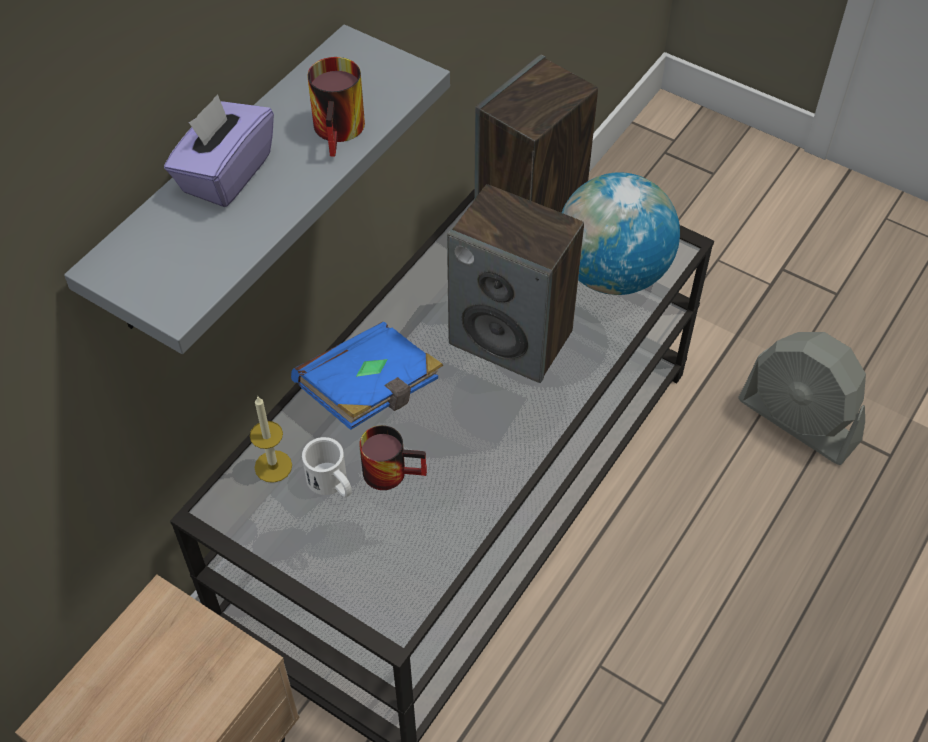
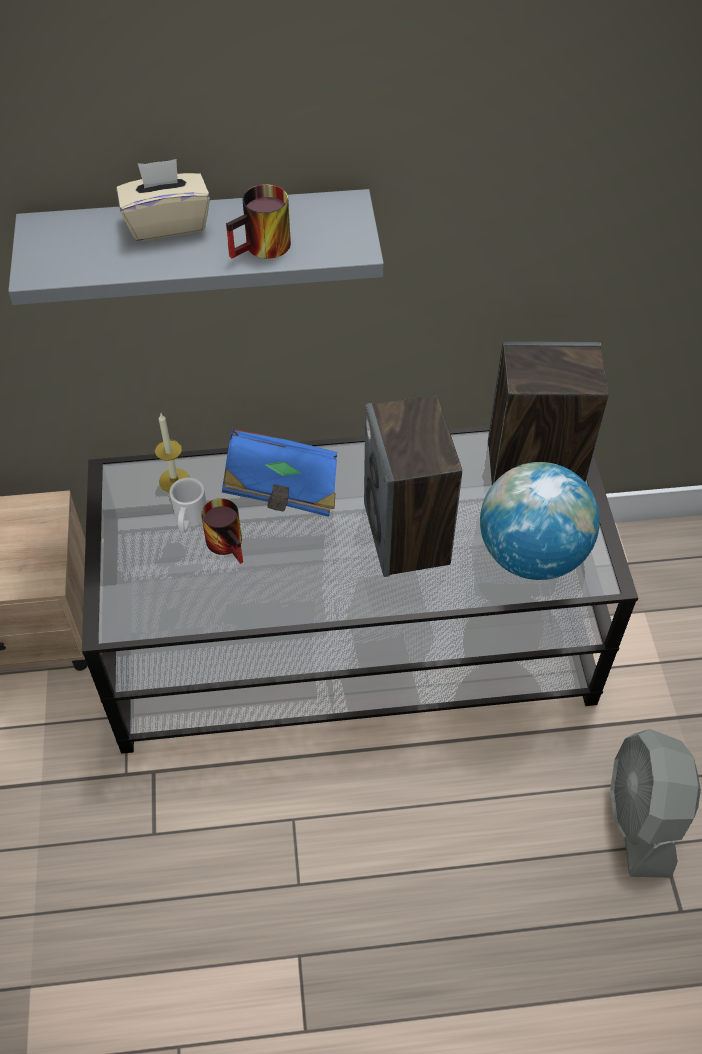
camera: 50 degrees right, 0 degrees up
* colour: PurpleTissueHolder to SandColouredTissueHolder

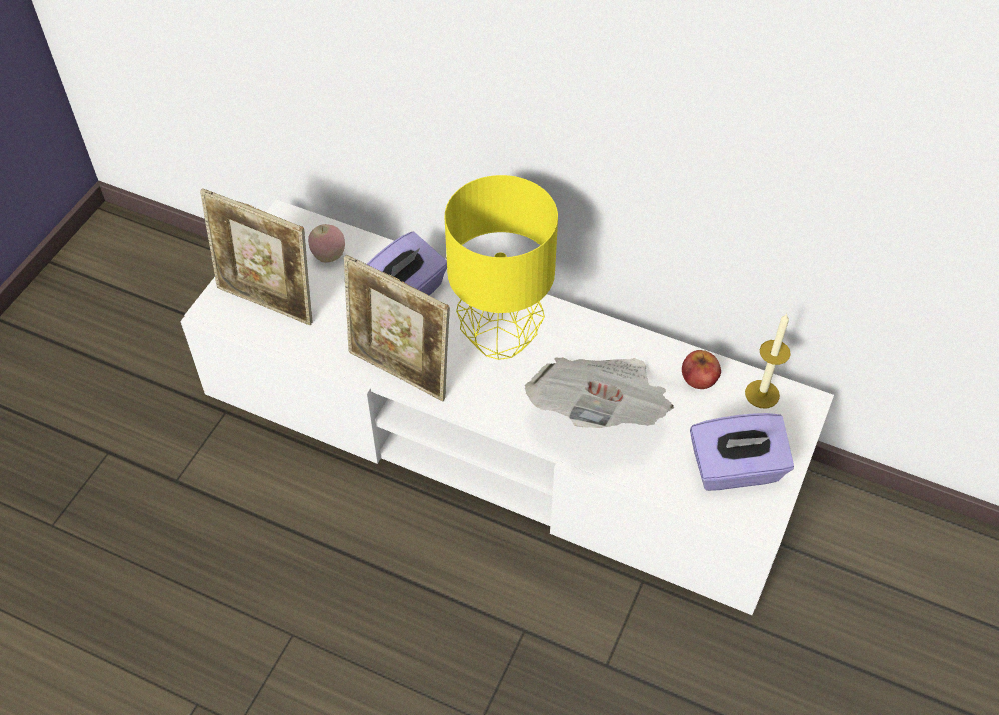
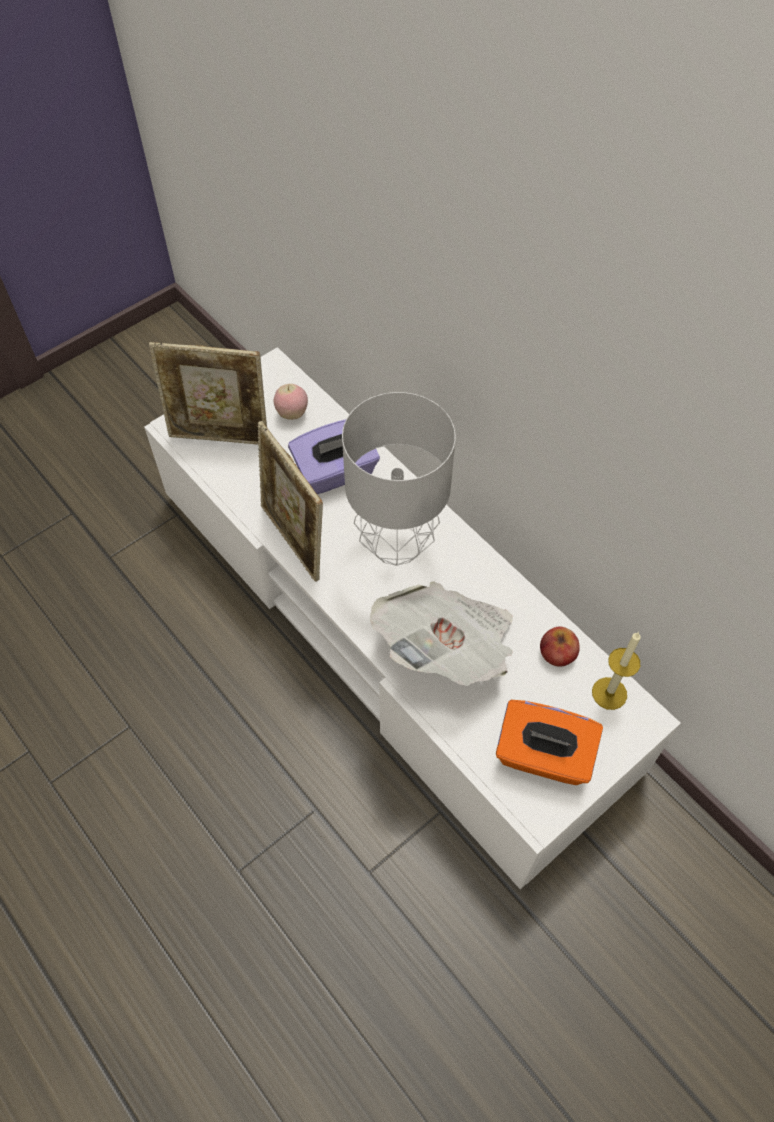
camera: 25 degrees right, 5 degrees up
* colour: YellowTabletopLamp to GrayTabletopLamp
* colour: PurpleTissueHolder (no. 2 from left) to OrangeTissueHolder
* spun: StandingFrame (no. 1 from left) 45 degrees counterclockwise

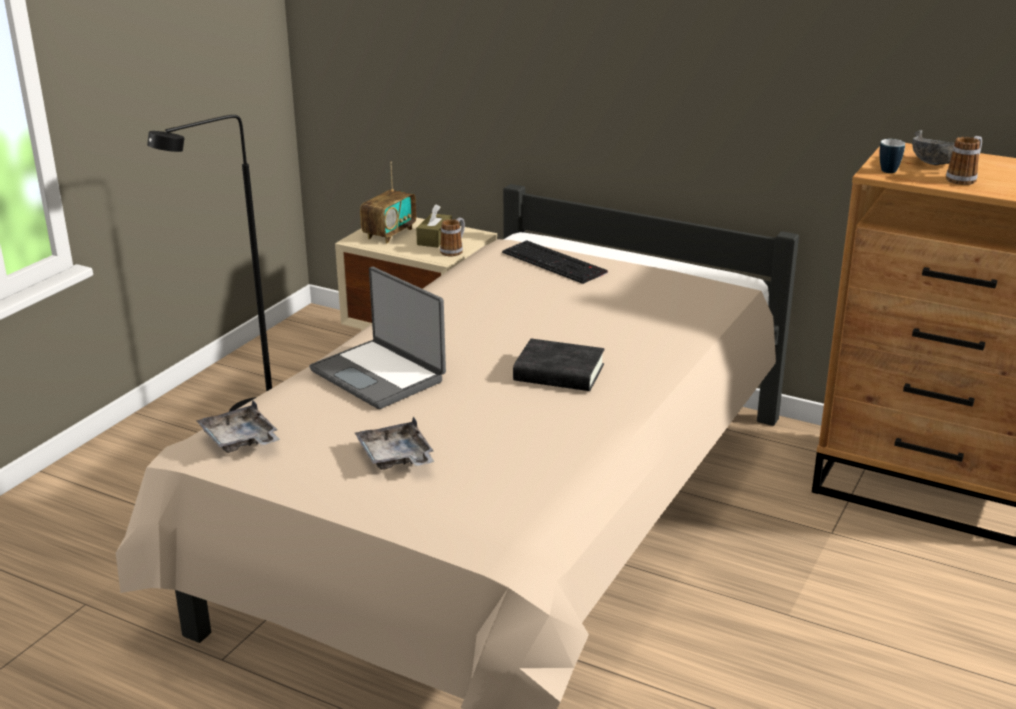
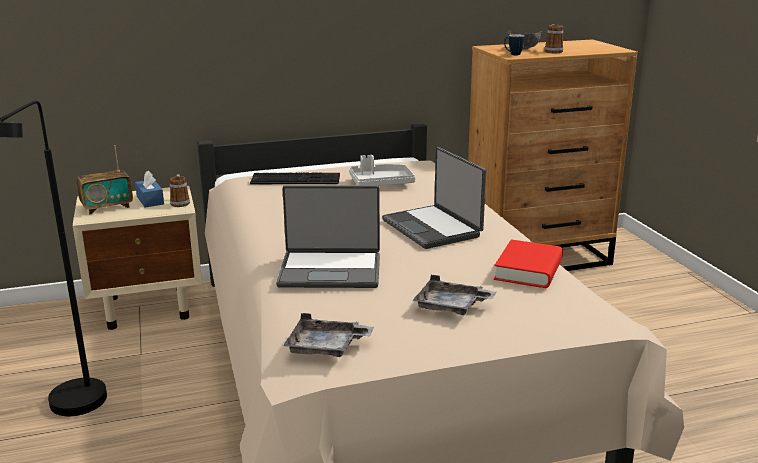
camera: 45 degrees left, 5 degrees down
* appeared: GrayServingTray (no. 2 from left)
* appeared: RedColouredVolume
* exchanged: BlackishVolume to PortableComputer (no. 2 from left)
* colour: BrownTissueHolder to BluishTissueHolder
* spun: RadioSet 75 degrees clockwise

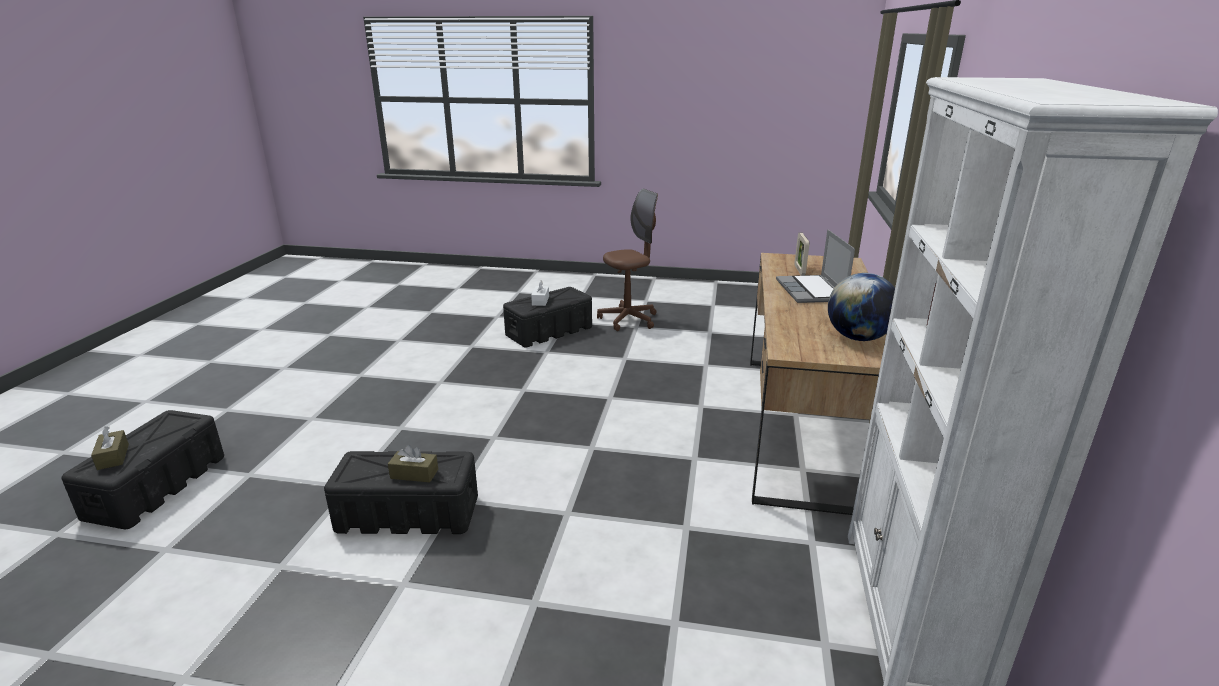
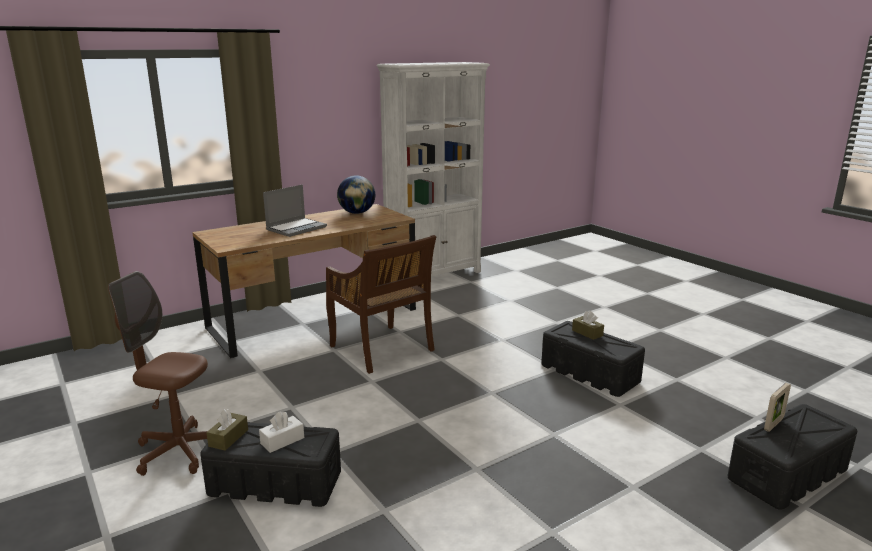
camera: 135 degrees left, 5 degrees down
* appeared: BrownUprightChair
* relocated: BrownTissueHolder (no. 1 from left)
* relocated: StandingFrame

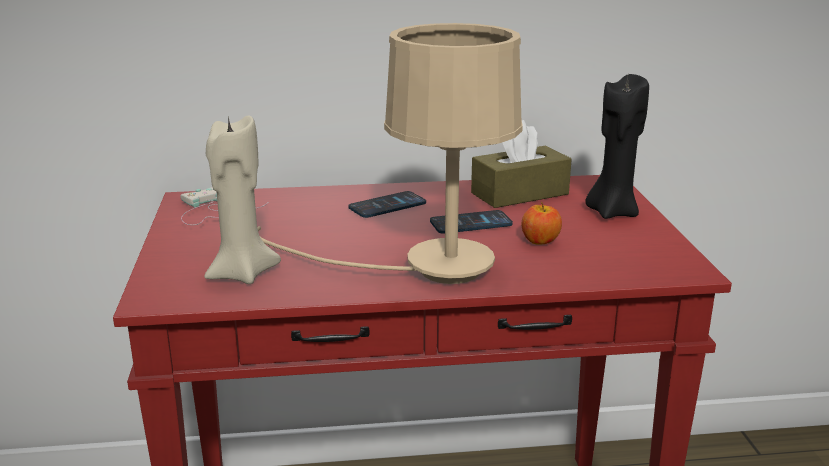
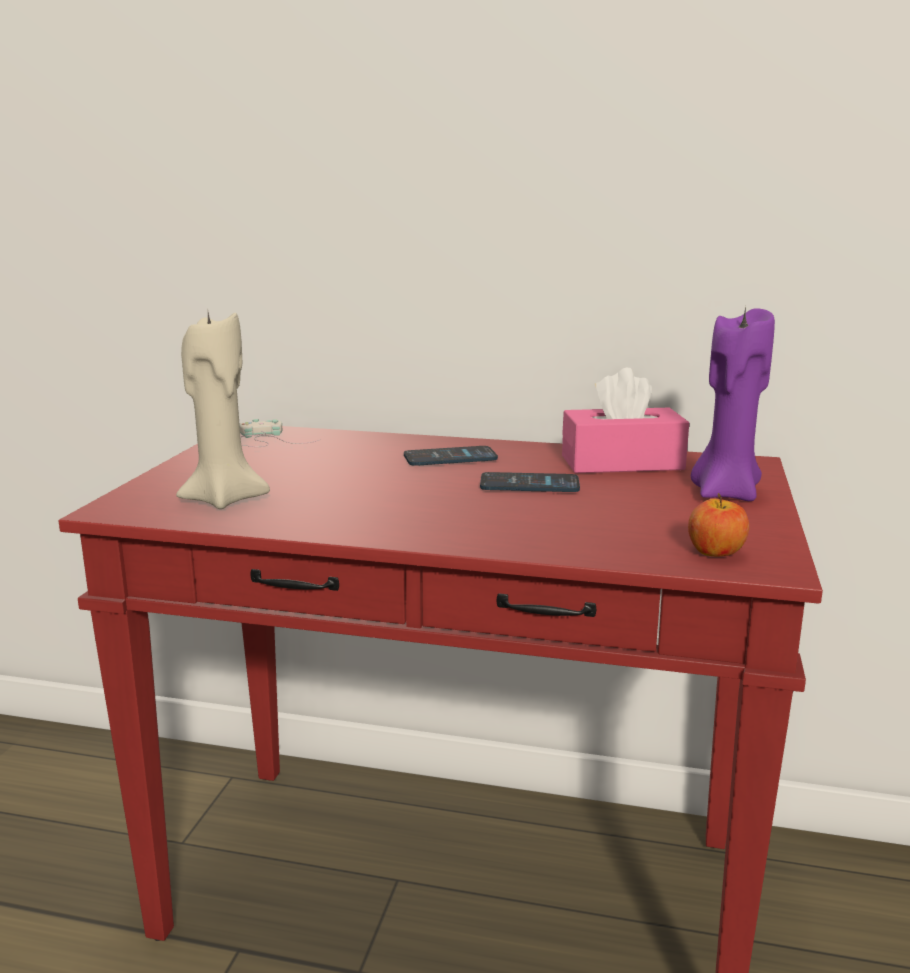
camera: 20 degrees right, 5 degrees down
* missing: SandColouredTabletopLamp
* relocated: Apple
* colour: BrownTissueHolder to PinkishTissueHolder
* colour: BlackishCandle to PurpleCandle

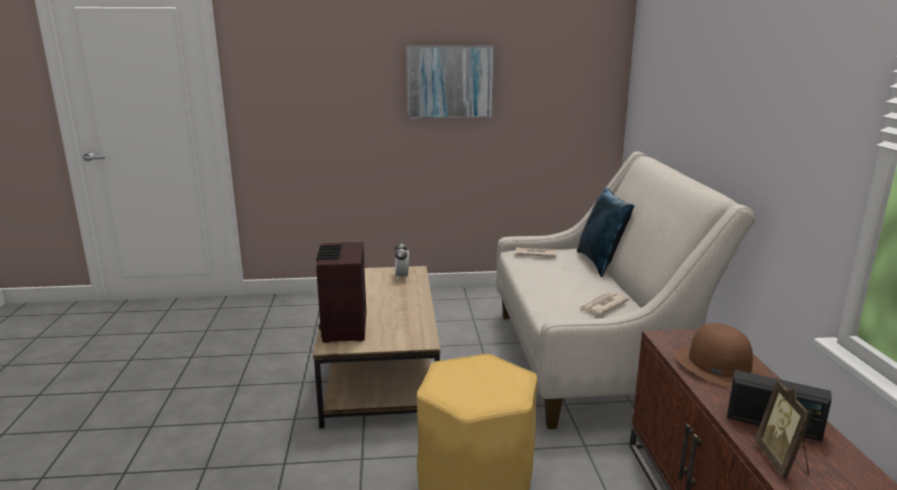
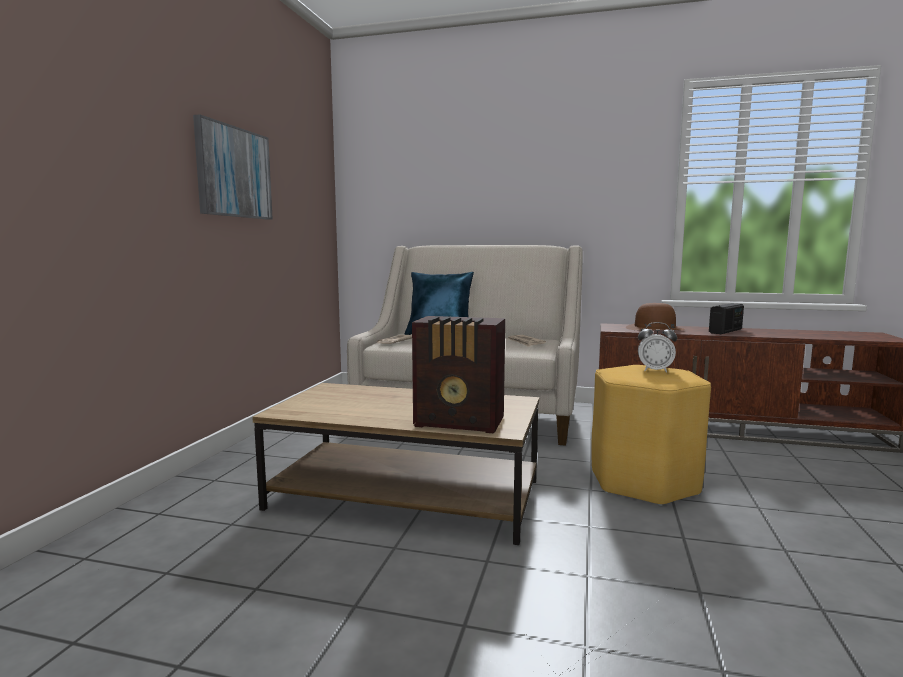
camera: 70 degrees left, 10 degrees down
* missing: StandingFrame
* relocated: TableClock

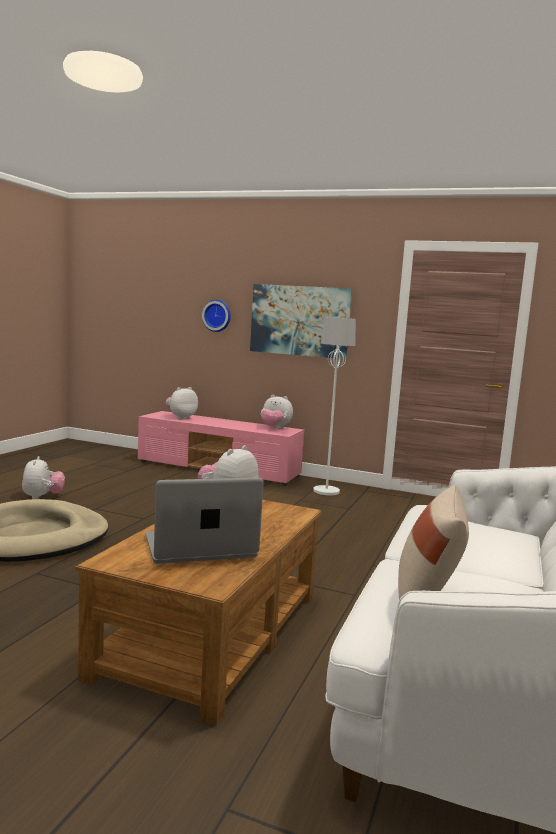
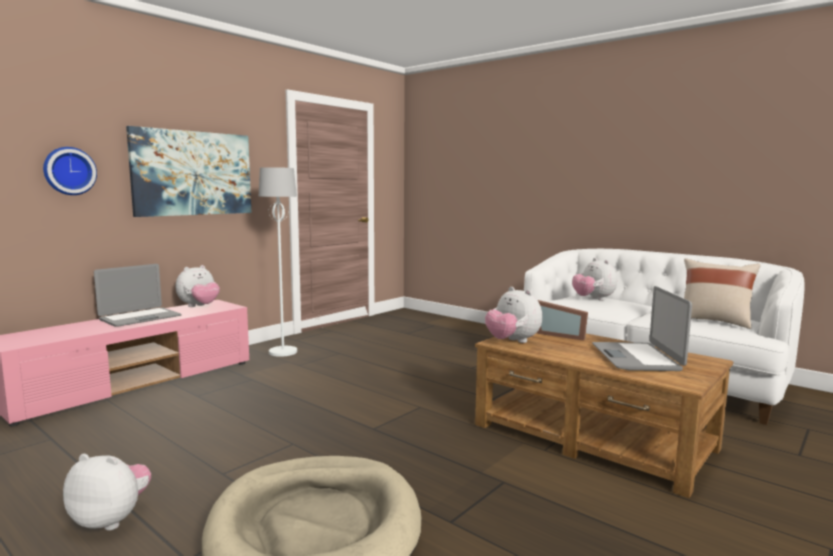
camera: 70 degrees left, 0 degrees up
* appeared: PortableComputer (no. 1 from left)
* appeared: StandingFrame
* relocated: CuddlyToy (no. 2 from left in the first image) to CuddlyToy (no. 4 from left)

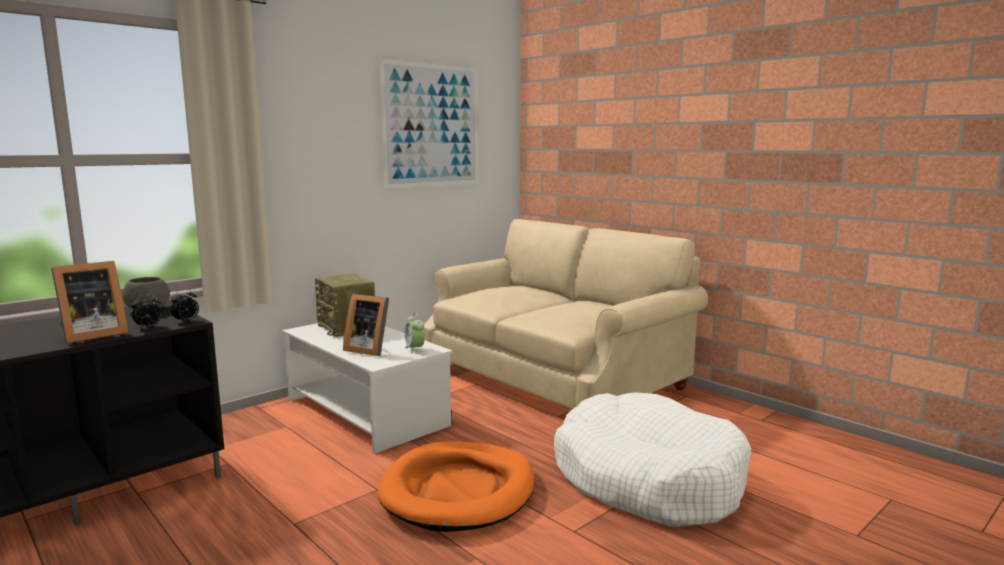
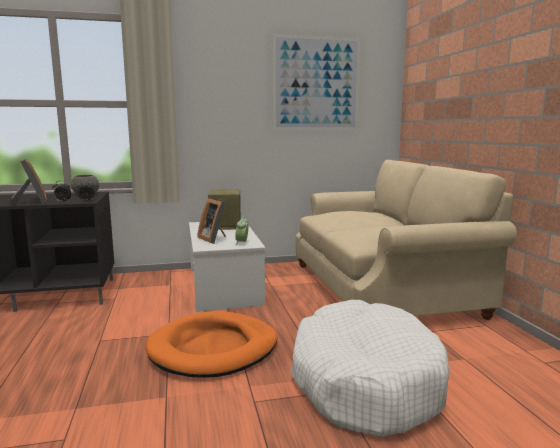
camera: 30 degrees right, 0 degrees up
* spun: StandingFrame (no. 1 from left) 105 degrees counterclockwise

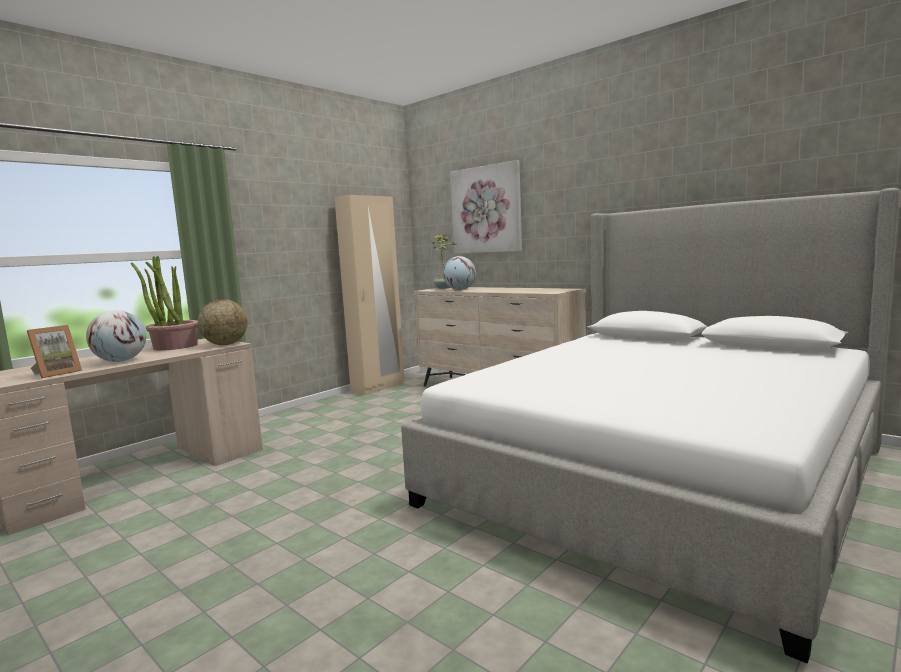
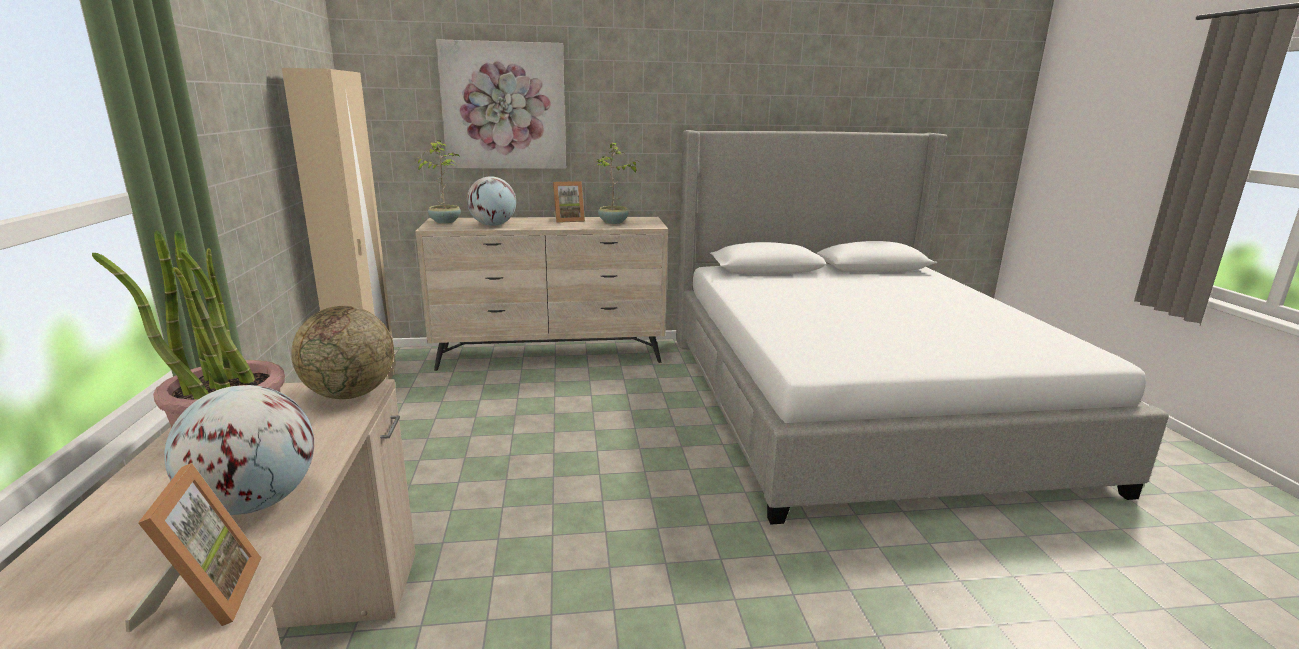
camera: 50 degrees left, 10 degrees up
* appeared: StandingFrame (no. 2 from left)
* appeared: PlantInAPot (no. 3 from left)

